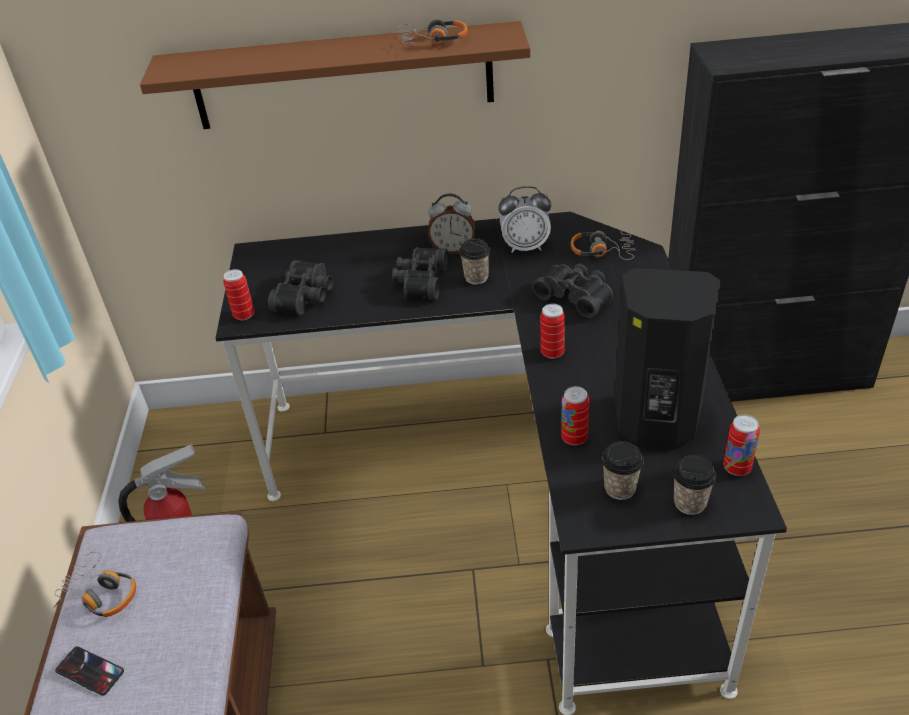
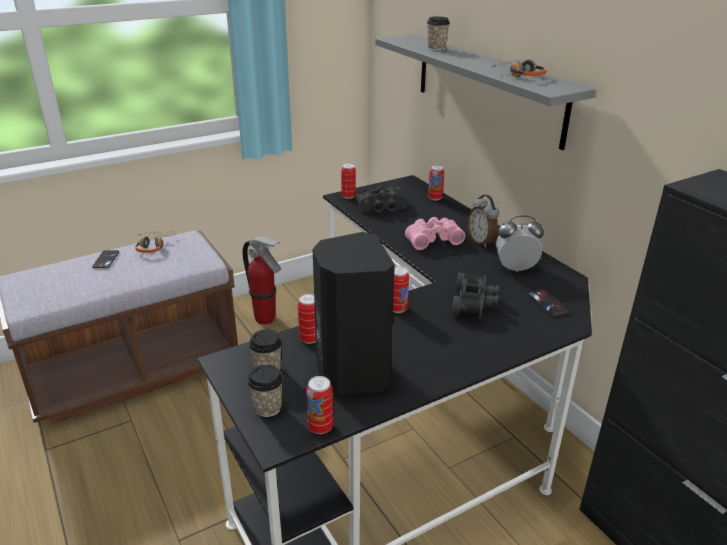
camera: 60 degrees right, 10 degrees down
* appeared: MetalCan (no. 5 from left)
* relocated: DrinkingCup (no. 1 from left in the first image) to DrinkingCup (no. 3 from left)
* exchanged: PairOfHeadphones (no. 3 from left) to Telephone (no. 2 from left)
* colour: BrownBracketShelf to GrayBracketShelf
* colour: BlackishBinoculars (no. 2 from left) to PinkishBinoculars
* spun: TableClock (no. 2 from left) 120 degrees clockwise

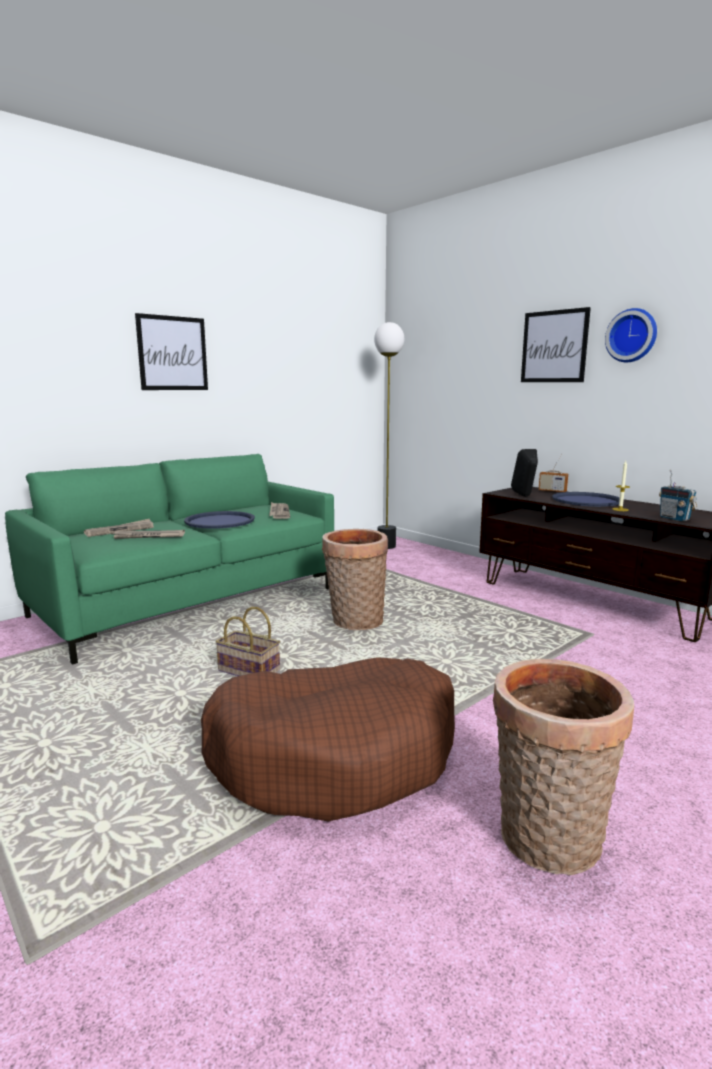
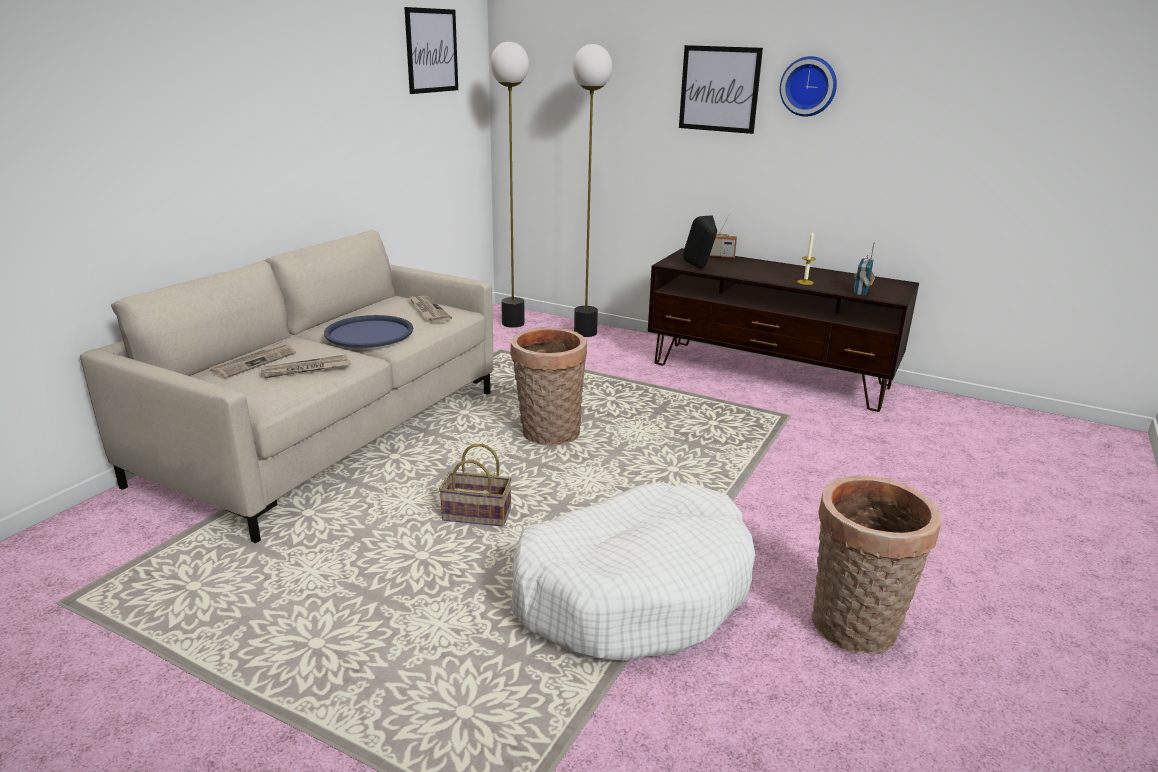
camera: 20 degrees left, 10 degrees up
* missing: BluishServingTray (no. 2 from left)
* appeared: StandingLamp (no. 2 from left)
* relocated: WallArt (no. 1 from left)
* colour: GreenColouredSofa to SandColouredSofa
* colour: BrownDogCushion to WhiteColouredDogCushion
* spun: RadioSet (no. 2 from left) 75 degrees clockwise

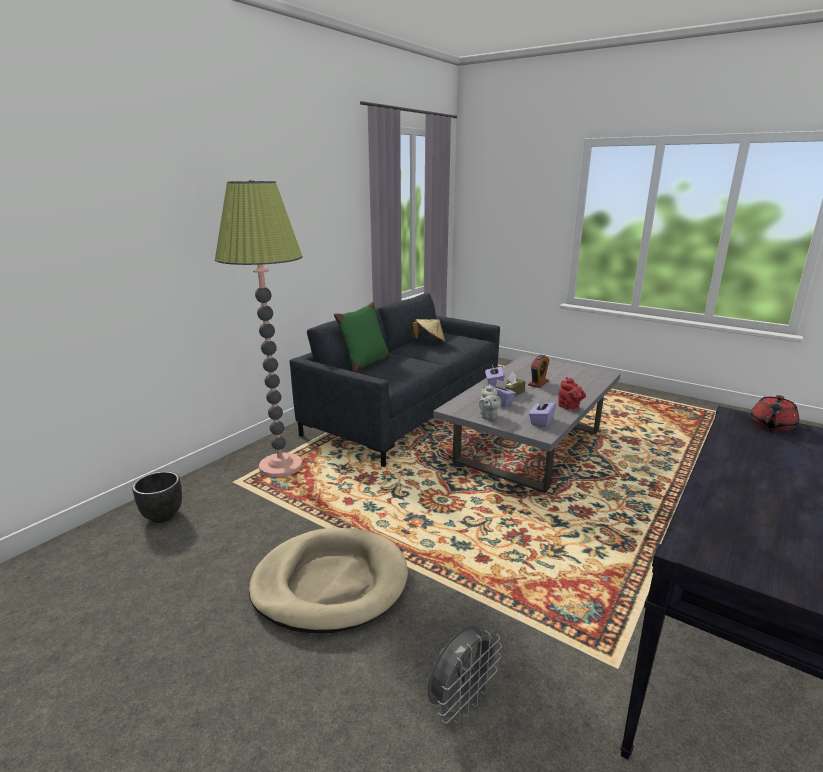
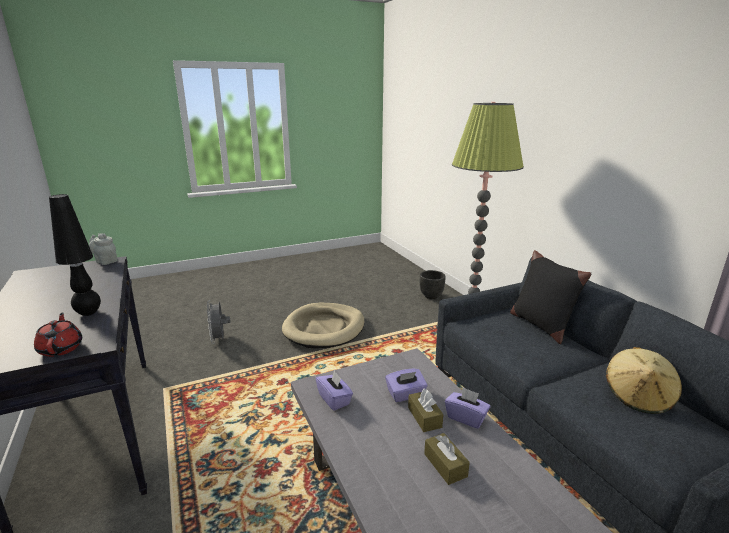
camera: 120 degrees right, 0 degrees up
* missing: RedColouredPotForTea (no. 1 from left)
* appeared: BlackishTabletopLamp
* relocated: GrayPotForTea
* exchanged: TableClock to BrownTissueHolder (no. 2 from left)
* colour: GreenColouredThrowPillow to BlackishThrowPillow

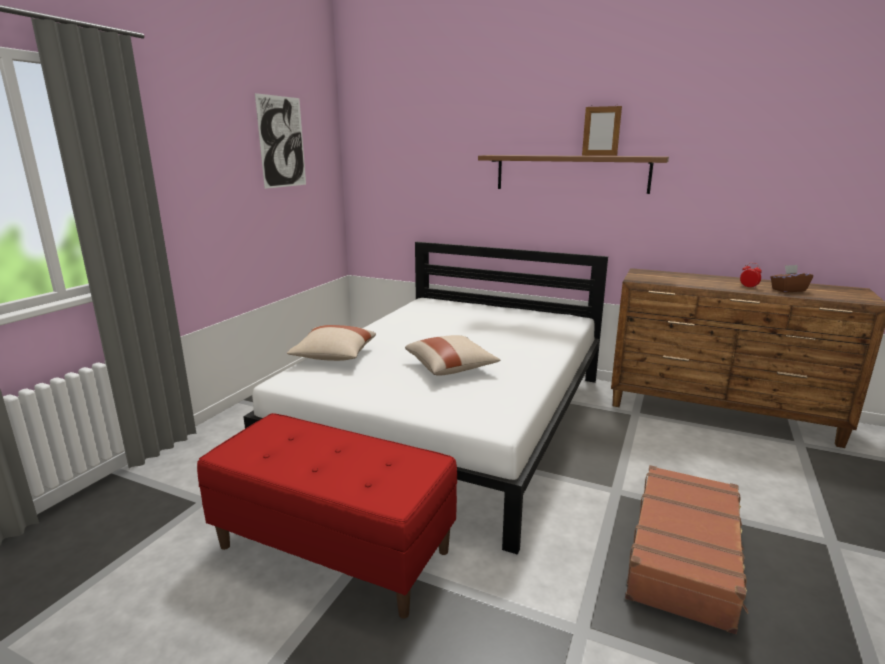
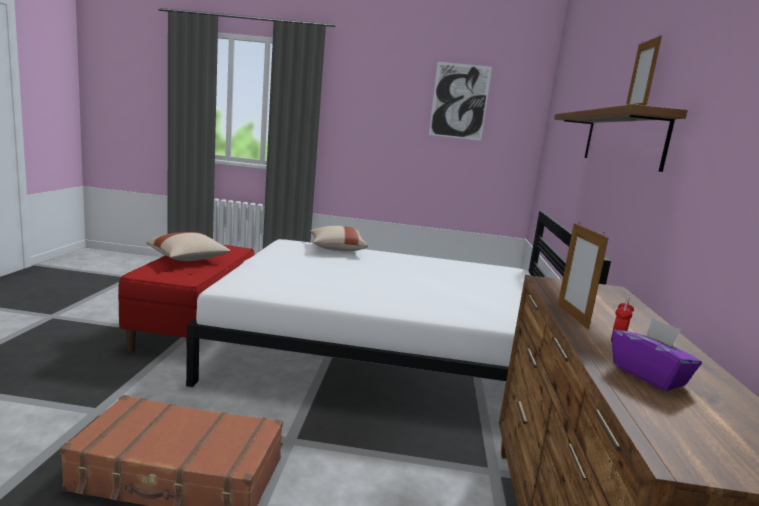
camera: 70 degrees right, 5 degrees down
* appeared: StandingFrame (no. 1 from left)
* relocated: SandColouredThrowPillow (no. 2 from left in the first image) to SandColouredThrowPillow (no. 1 from left)
* colour: BrownTissueHolder to PurpleTissueHolder

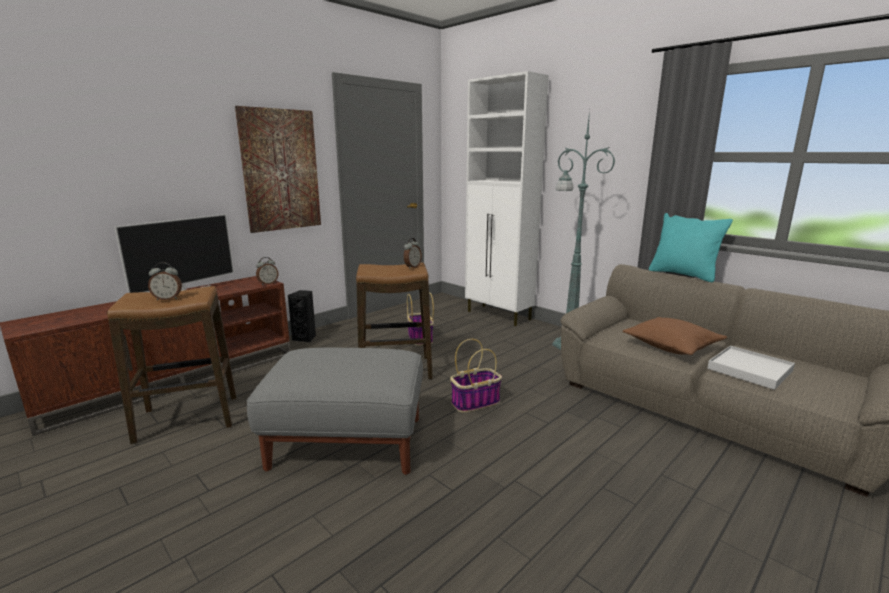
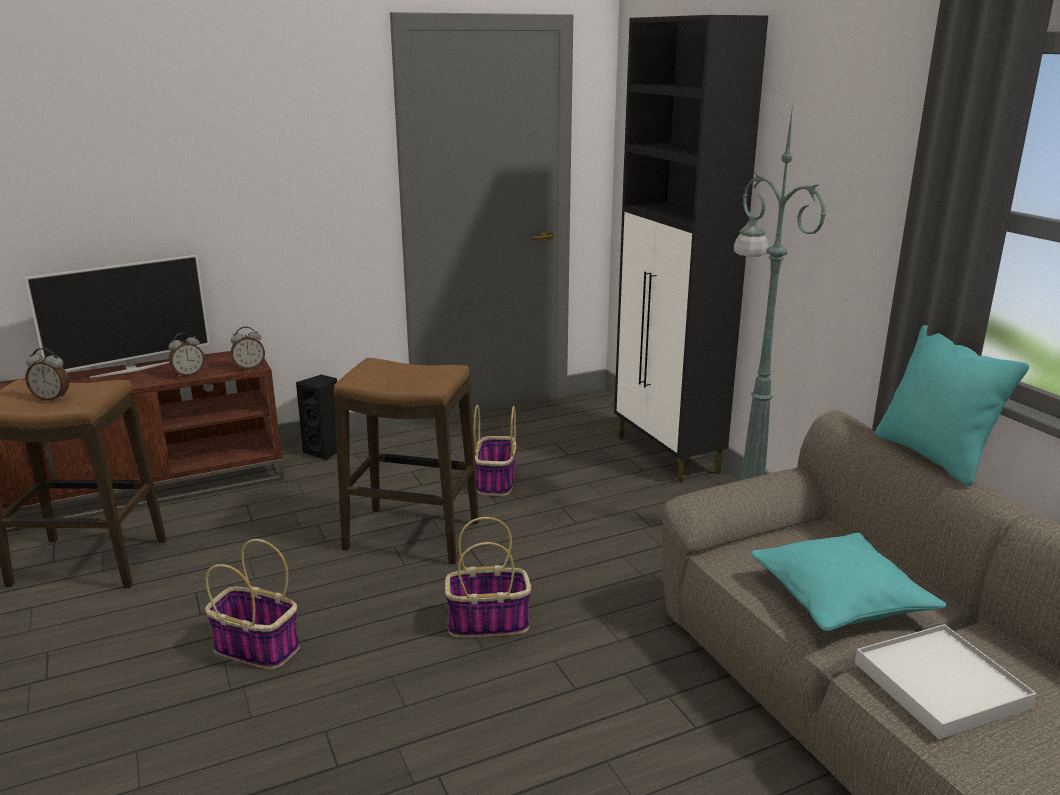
camera: 20 degrees right, 5 degrees up
* missing: WallArt
* relocated: TableClock (no. 3 from left in the first image) to TableClock (no. 2 from left)
* exchanged: GrayPouffe to Basket (no. 1 from left)
* colour: WhiteColouredStorageCabinet to BlackishStorageCabinet
* colour: BrownThrowPillow to BlueGreenThrowPillow (no. 1 from left)

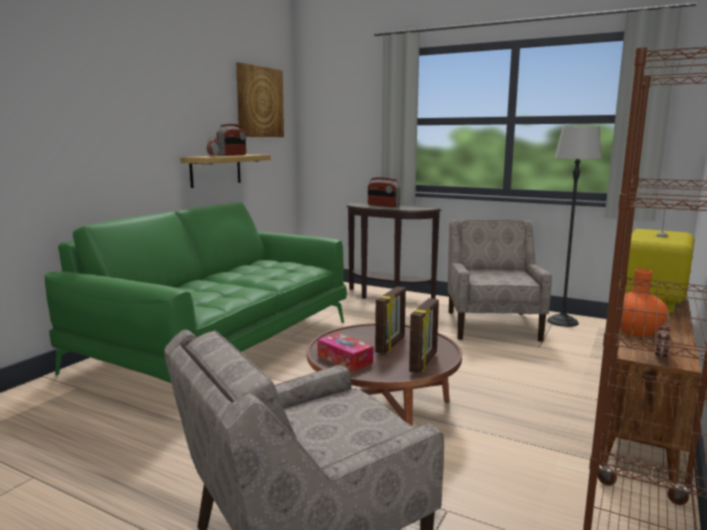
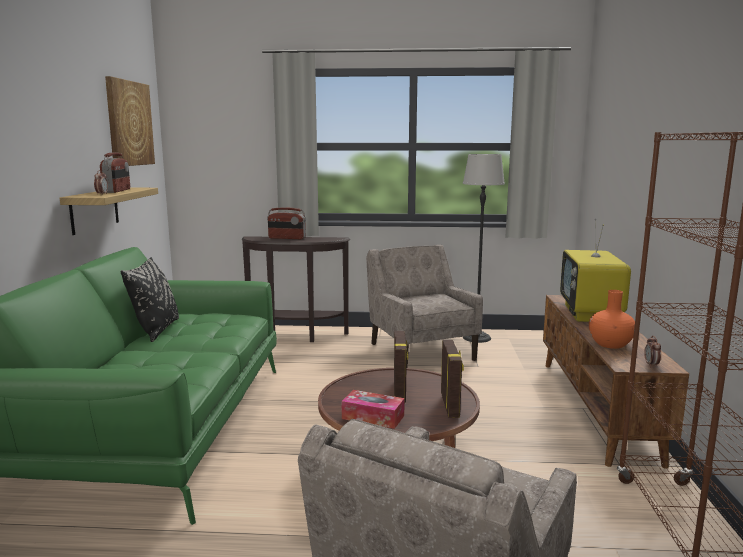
camera: 25 degrees left, 0 degrees up
* appeared: BlackishThrowPillow

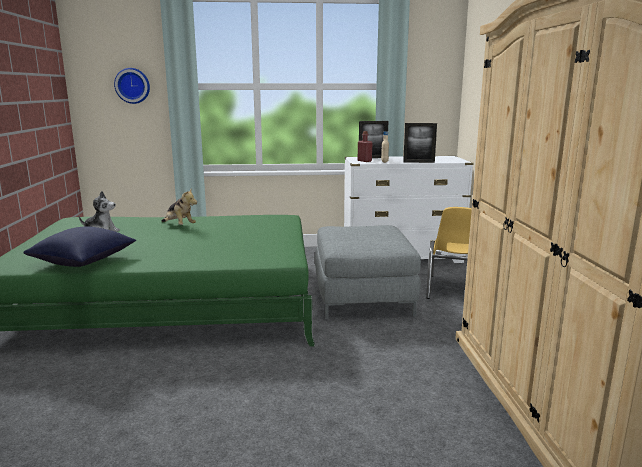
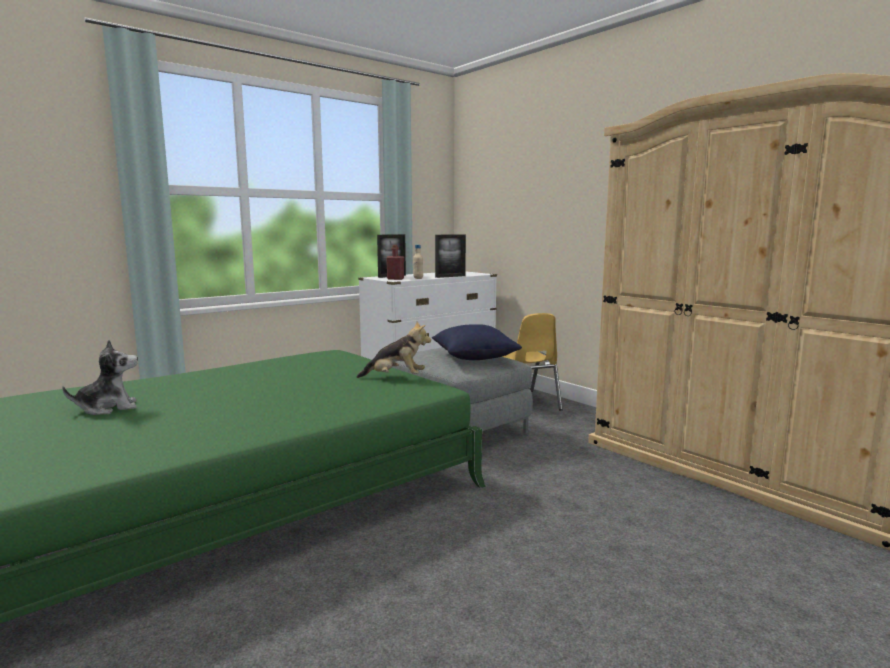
camera: 35 degrees left, 5 degrees down
* missing: WallClock
* relocated: BluishThrowPillow
* relocated: CuddlyToy (no. 2 from left)

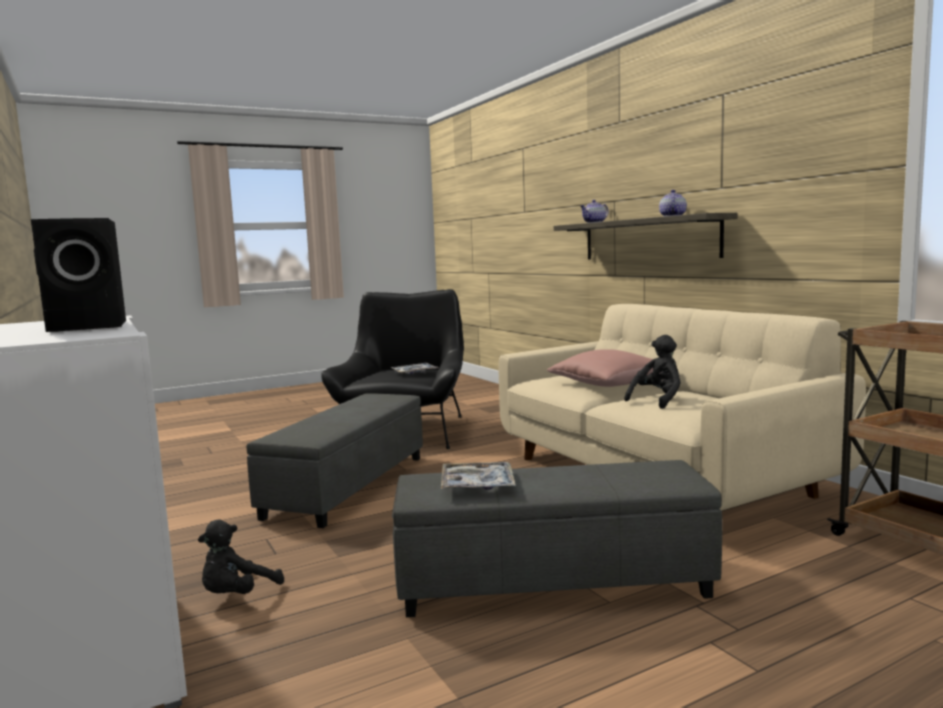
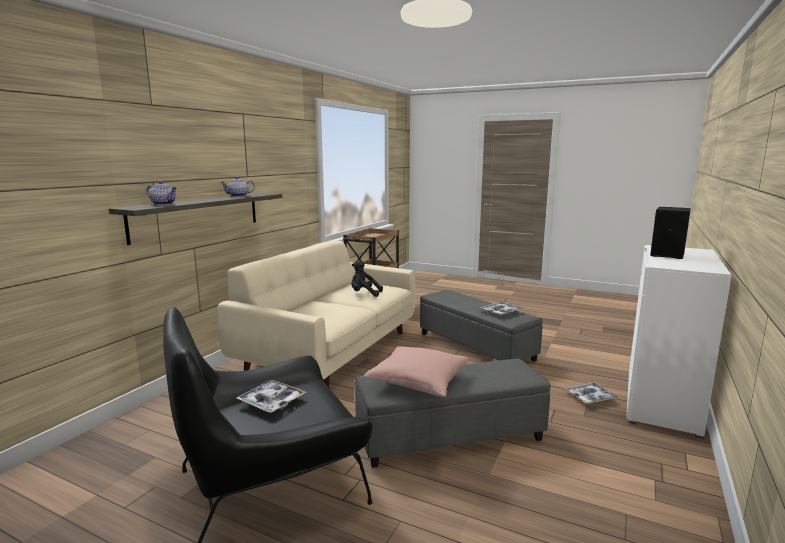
camera: 125 degrees left, 5 degrees up
* relocated: PinkishThrowPillow
* exchanged: BlackishCuddlyToy (no. 1 from left) to ServingTray (no. 3 from left)

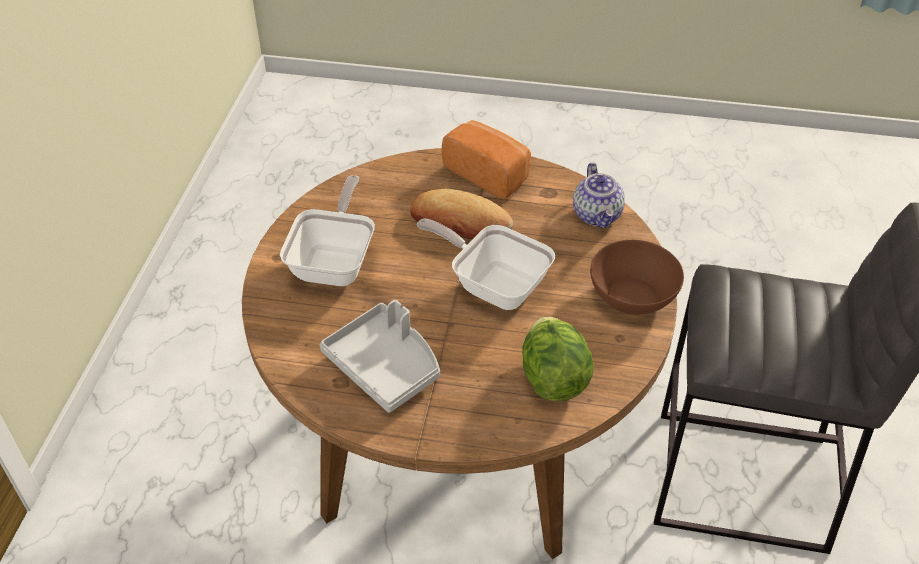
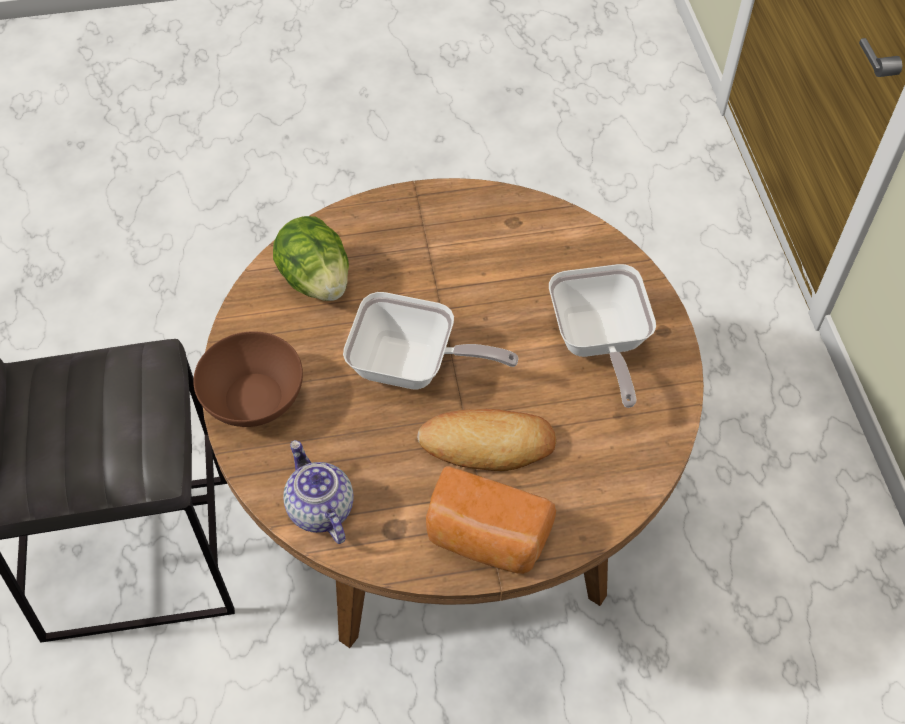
camera: 160 degrees right, 10 degrees up
* missing: GrayServingTray

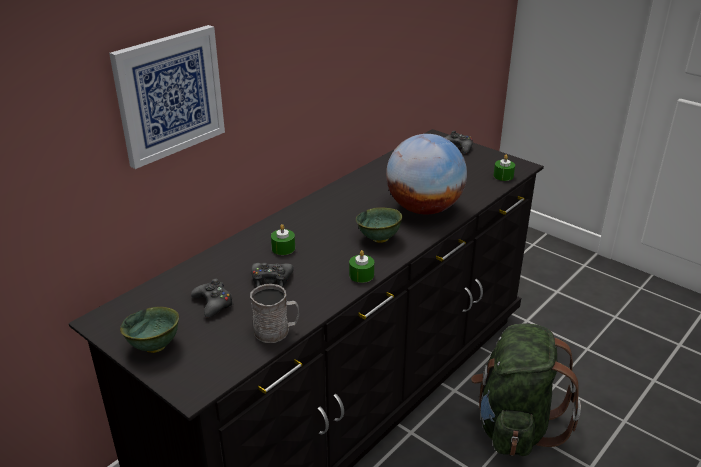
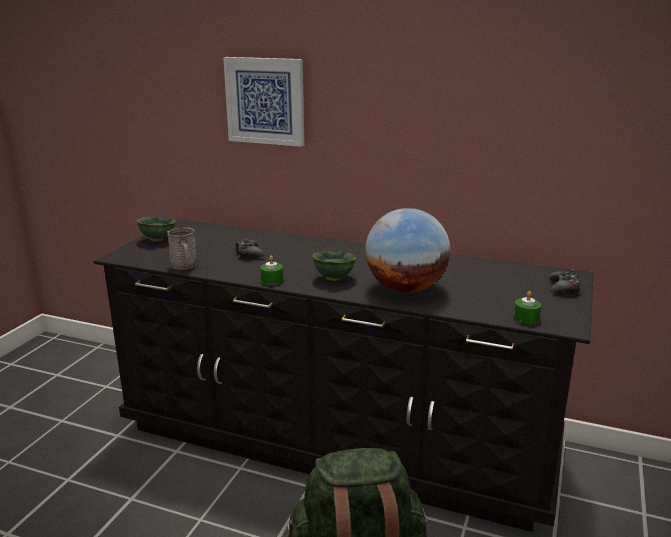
camera: 70 degrees right, 10 degrees down
* missing: BlackishJoypad (no. 1 from left)
* missing: GreenColouredCandle (no. 1 from left)

